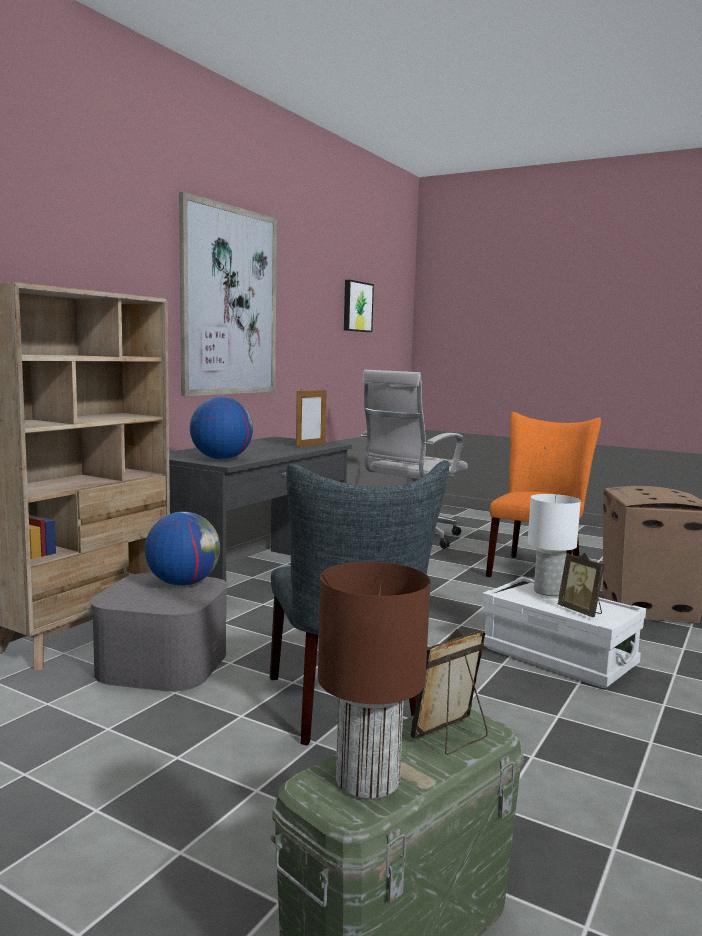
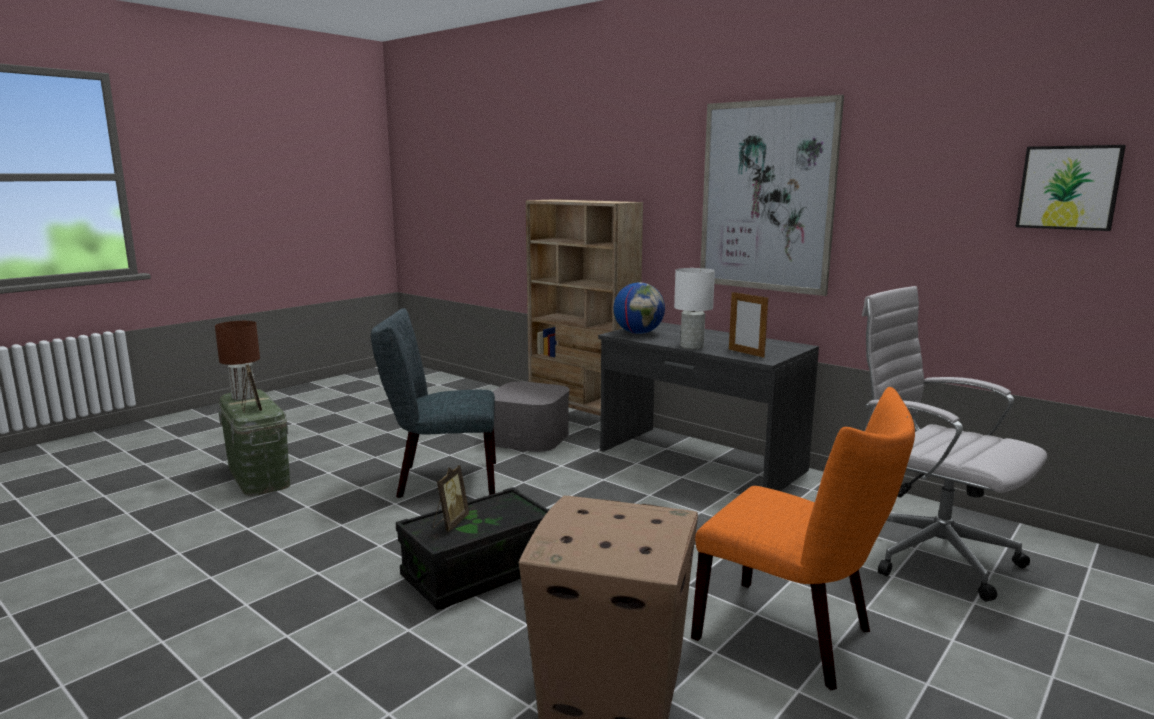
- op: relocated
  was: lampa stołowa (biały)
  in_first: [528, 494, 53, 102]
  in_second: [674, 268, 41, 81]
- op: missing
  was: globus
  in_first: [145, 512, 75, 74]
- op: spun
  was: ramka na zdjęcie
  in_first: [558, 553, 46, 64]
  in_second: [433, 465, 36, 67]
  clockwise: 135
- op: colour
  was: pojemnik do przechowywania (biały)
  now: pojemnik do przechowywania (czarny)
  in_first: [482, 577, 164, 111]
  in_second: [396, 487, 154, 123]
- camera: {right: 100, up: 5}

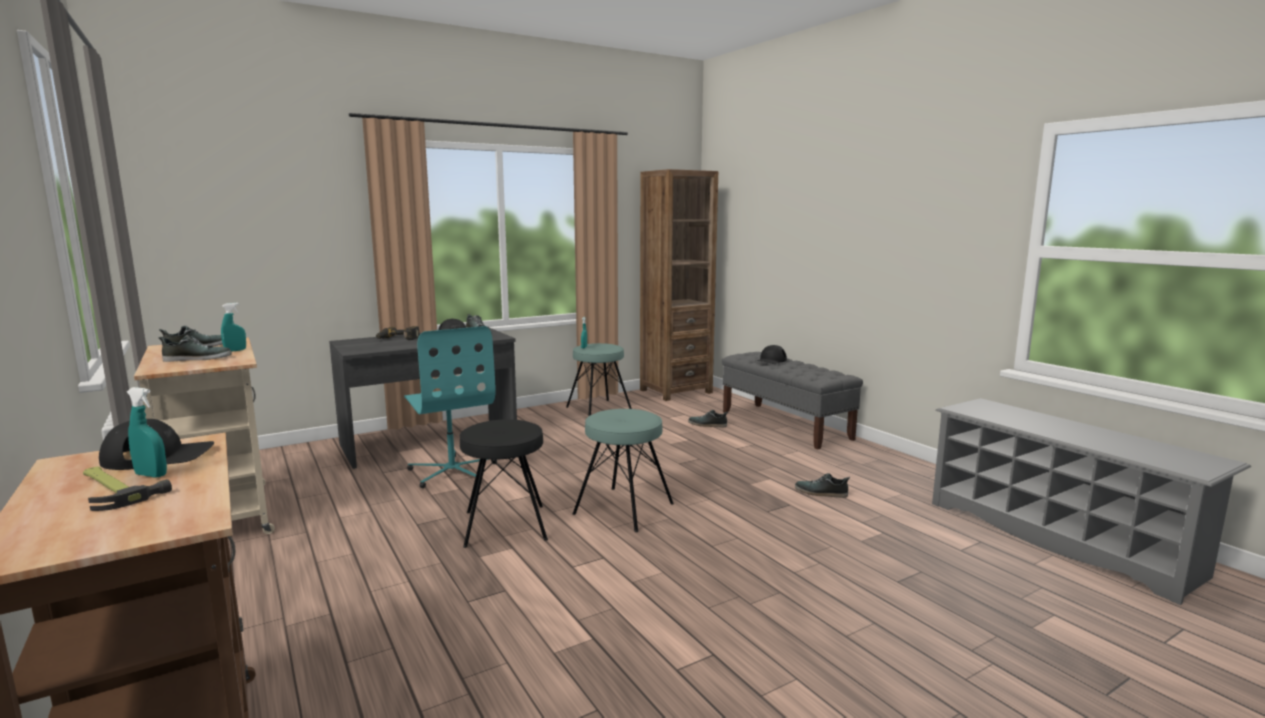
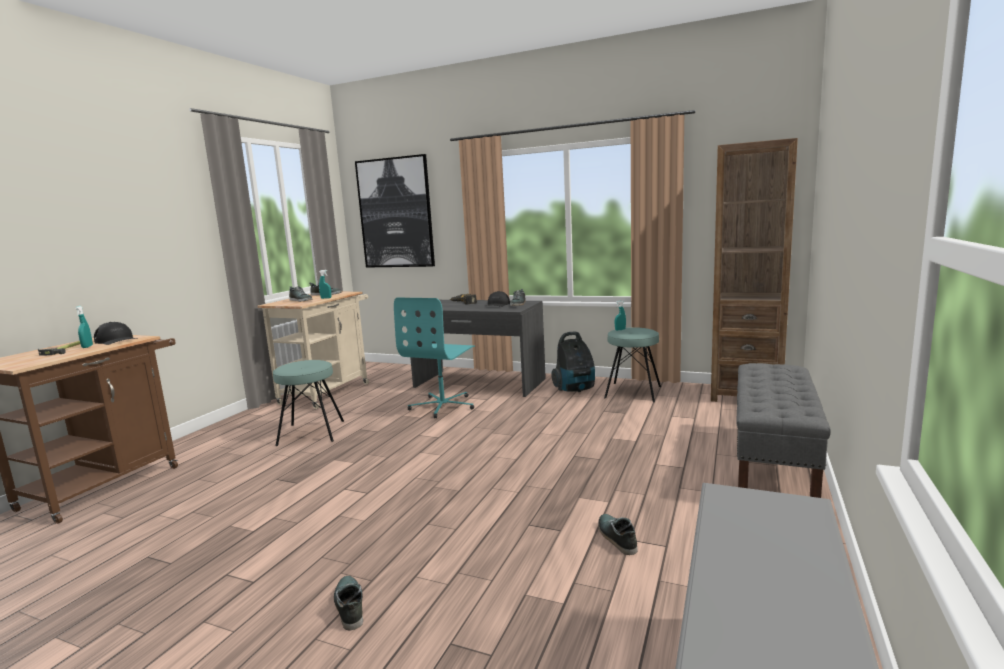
- op: missing
  was: czapka z daszkiem (czarny)
  in_first: [757, 345, 30, 19]
- op: relocated
  was: stołek (turkusowy)
  in_first: [573, 409, 101, 123]
  in_second: [273, 360, 71, 86]
- op: relocated
  was: but
  in_first: [688, 410, 40, 17]
  in_second: [334, 576, 29, 54]
- op: missing
  was: stołek (czarny)
  in_first: [460, 419, 88, 129]
- op: appeared
  now: obraz
  in_second: [355, 154, 80, 114]
- op: appeared
  now: odkurzacz
  in_second: [551, 332, 44, 60]
- camera: {right: 55, up: 0}

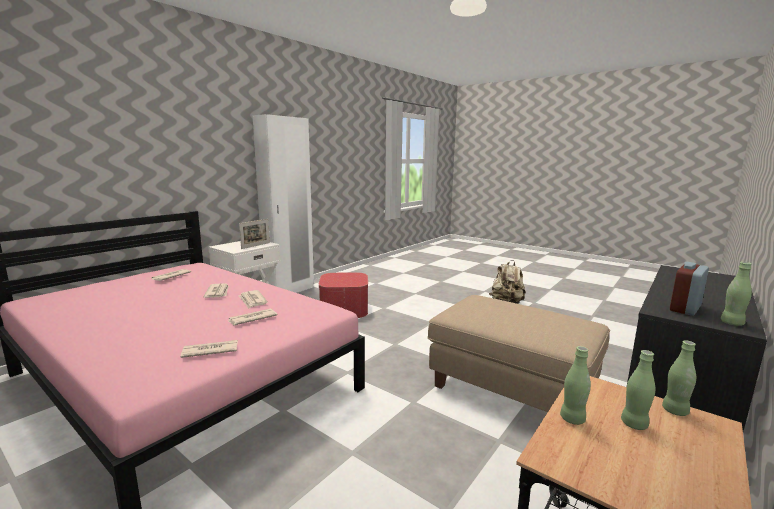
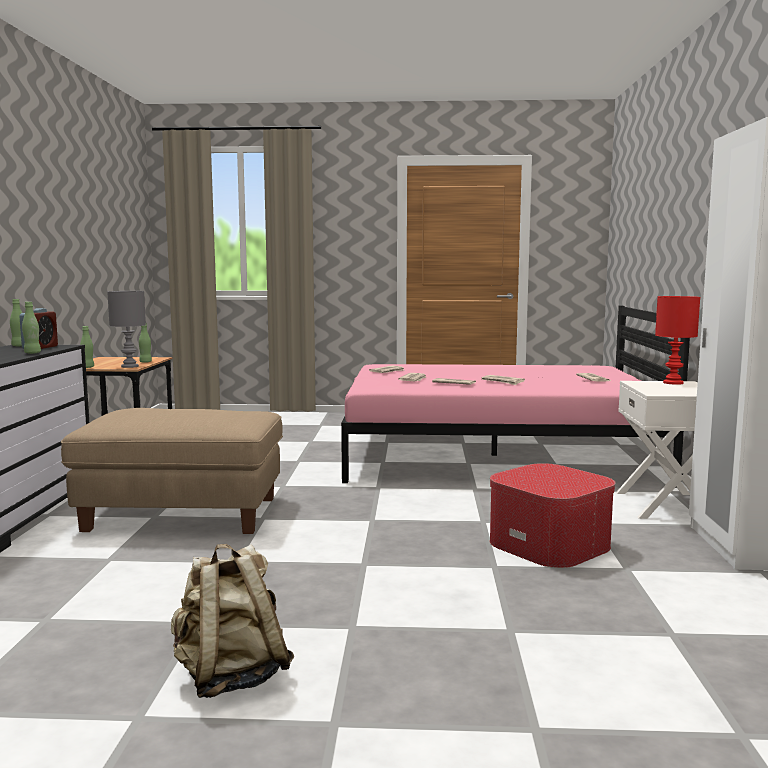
- op: missing
  was: ramka na zdjęcie
  in_first: [239, 219, 31, 30]
- op: relocated
  was: butelka (zielony)
  in_first: [621, 350, 34, 80]
  in_second: [22, 302, 19, 52]
- op: appeared
  now: lampa stołowa (szary)
  in_second: [107, 291, 39, 77]
- op: appeared
  now: lampa stołowa (czerwony)
  in_second: [655, 296, 45, 89]
- camera: {right: 145, up: -5}

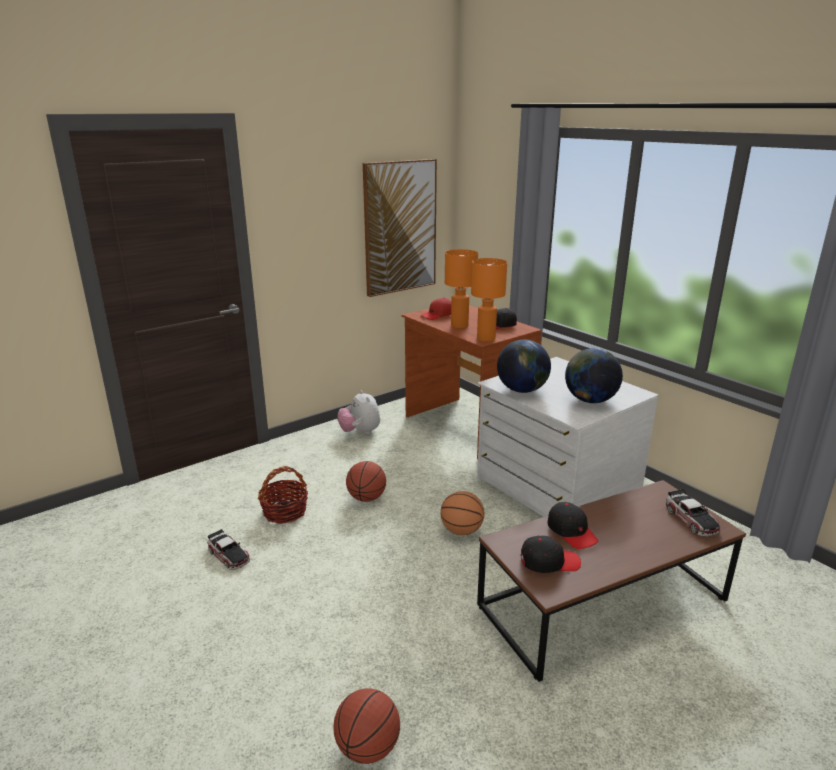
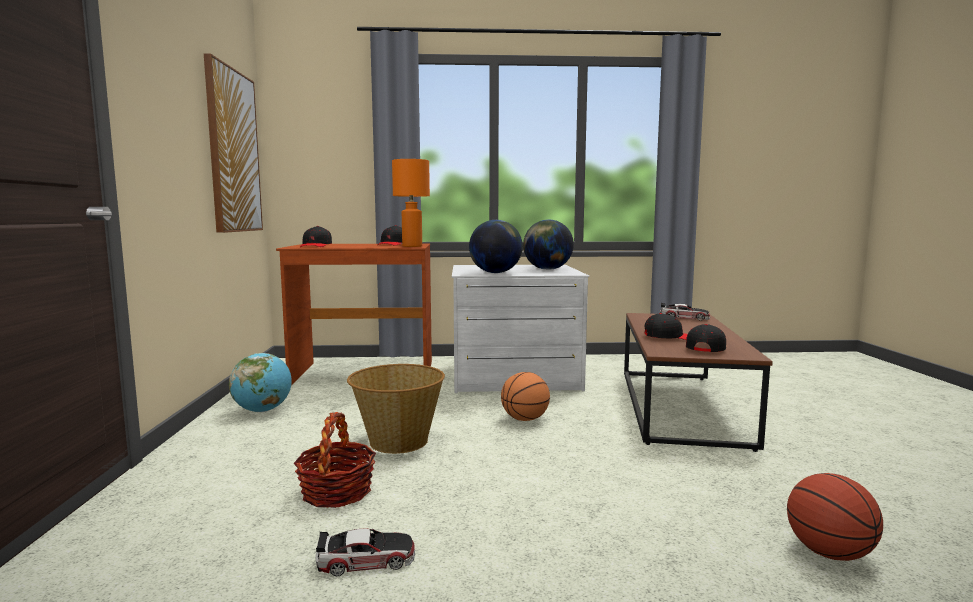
- op: missing
  was: lampa stołowa (pomarańczowy)
  in_first: [445, 249, 33, 79]
- op: colour
  was: czapka z daszkiem (czerwony)
  now: czapka z daszkiem (czarny)
  in_first: [420, 297, 31, 23]
  in_second: [300, 226, 32, 21]
- op: exchanged
  was: pluszak
  now: globus
  in_first: [337, 390, 43, 45]
  in_second: [229, 353, 63, 59]
- op: exchanged
  was: piłka do koszykówki
  now: koszyk
  in_first: [346, 461, 40, 41]
  in_second: [347, 364, 98, 90]
- camera: {right: -55, up: -15}

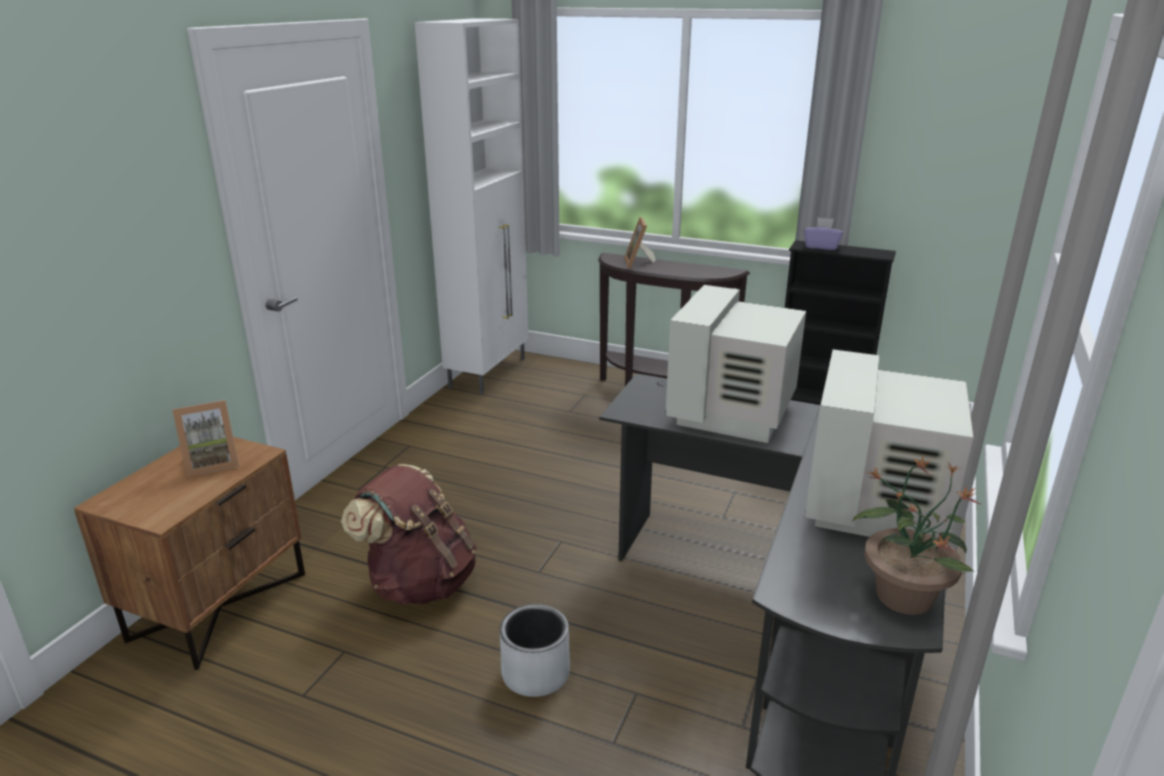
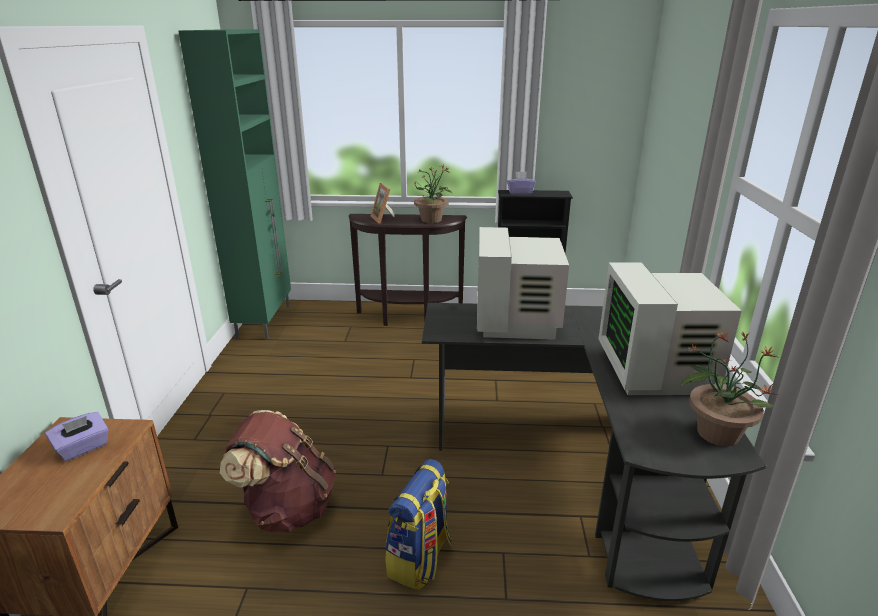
- op: colour
  was: szafka (biały)
  now: szafka (zielony)
  in_first: [415, 18, 113, 377]
  in_second: [178, 30, 113, 309]
- op: exchanged
  was: ramka na zdjęcie
  now: pudełko chusteczek (fioletowy)
  in_first: [172, 400, 67, 77]
  in_second: [45, 412, 64, 49]
- op: exchanged
  was: donica (szary)
  now: plecak
  in_first: [500, 604, 70, 93]
  in_second: [385, 459, 67, 131]
- op: appeared
  now: roślina doniczkowa
  in_second: [414, 165, 39, 58]
- camera: {right: -20, up: 0}

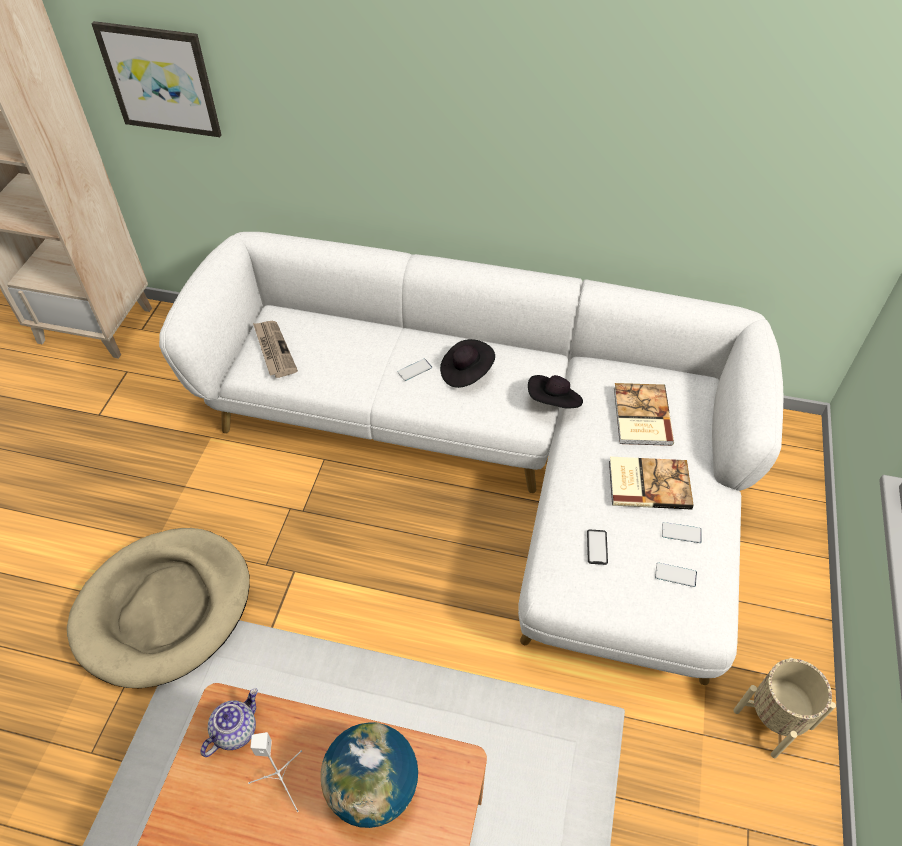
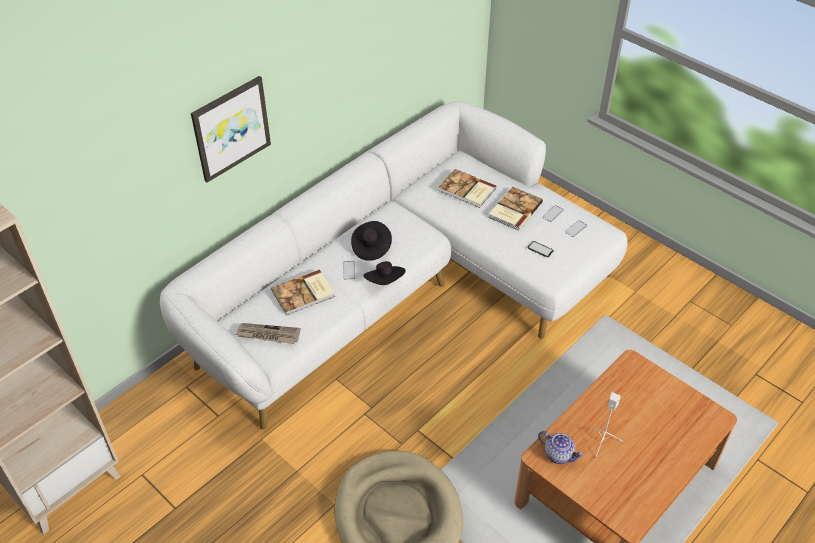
- op: relocated
  was: obraz
  in_first: [91, 21, 131, 116]
  in_second: [191, 76, 80, 107]
- op: relocated
  was: kapelusz (czarny)
  in_first: [528, 375, 55, 34]
  in_second: [363, 261, 43, 24]
- op: missing
  was: donica (beżowy)
  in_first: [733, 658, 103, 100]
- op: spun
  was: imbryk
  in_first: [200, 688, 58, 69]
  in_second: [538, 431, 46, 33]
  clockwise: 150
- op: missing
  was: globus
  in_first: [321, 722, 97, 106]
- op: appeared
  now: książka
  in_second: [271, 270, 64, 46]
- camera: {right: -60, up: -5}

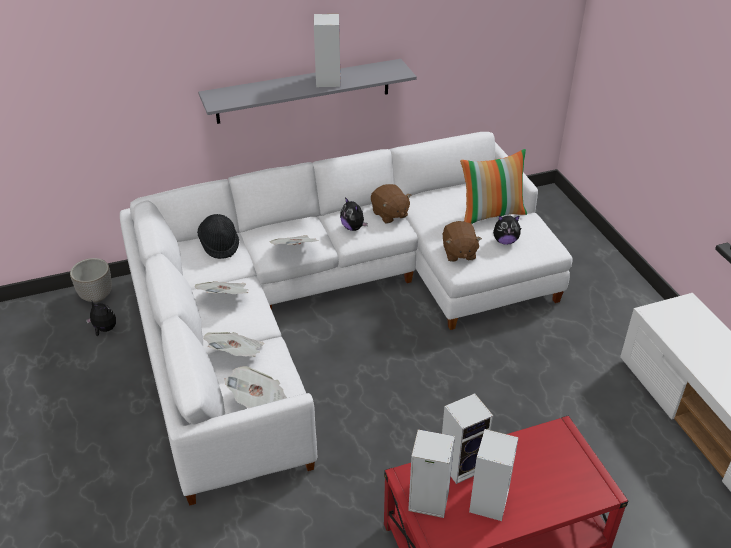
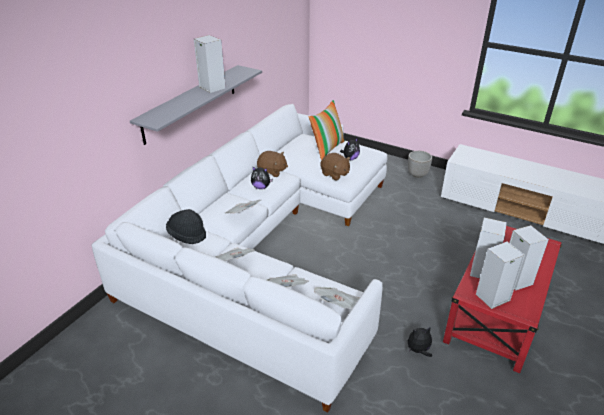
- op: relocated
  was: donica
  in_first: [70, 258, 42, 44]
  in_second: [408, 151, 24, 27]
- op: relocated
  was: pluszak
  in_first: [86, 301, 30, 35]
  in_second: [408, 326, 24, 31]
- camera: {right: -40, up: -5}

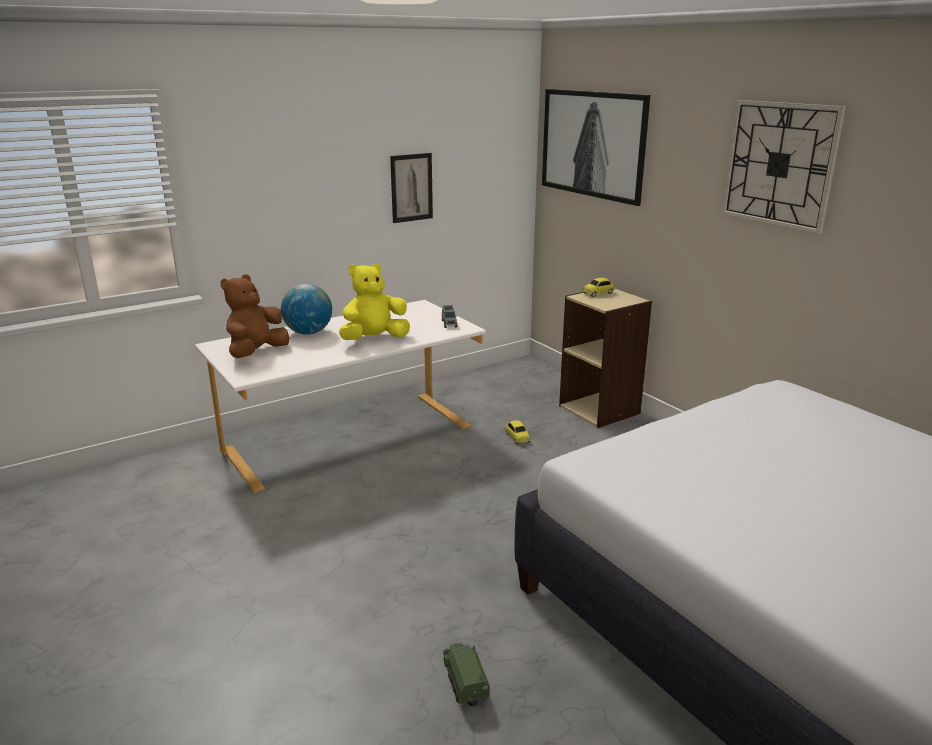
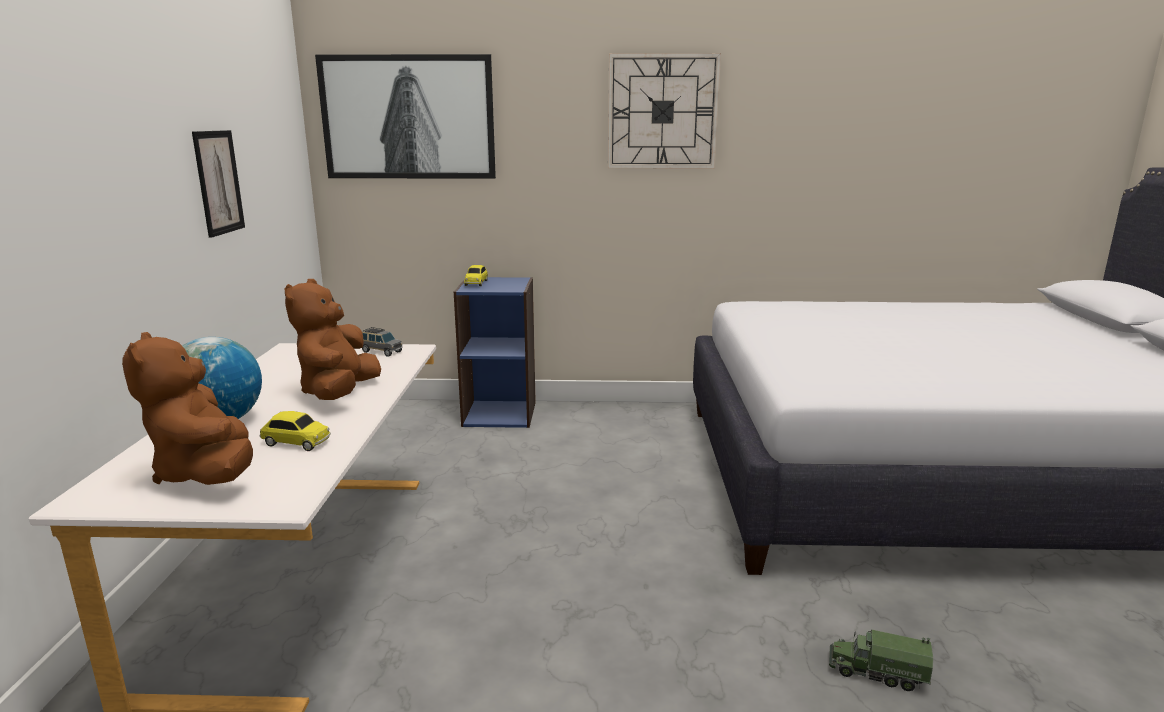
- op: colour
  was: pluszak (żółty)
  now: pluszak (brązowy)
  in_first: [339, 263, 71, 77]
  in_second: [285, 279, 96, 121]
- op: colour
  was: regał (beżowy)
  now: regał (niebieski)
  in_first: [559, 289, 93, 139]
  in_second: [454, 277, 82, 151]
- op: relocated
  was: samochodzik
  in_first: [505, 420, 26, 24]
  in_second: [259, 411, 72, 40]
- camera: {right: -55, up: -5}

